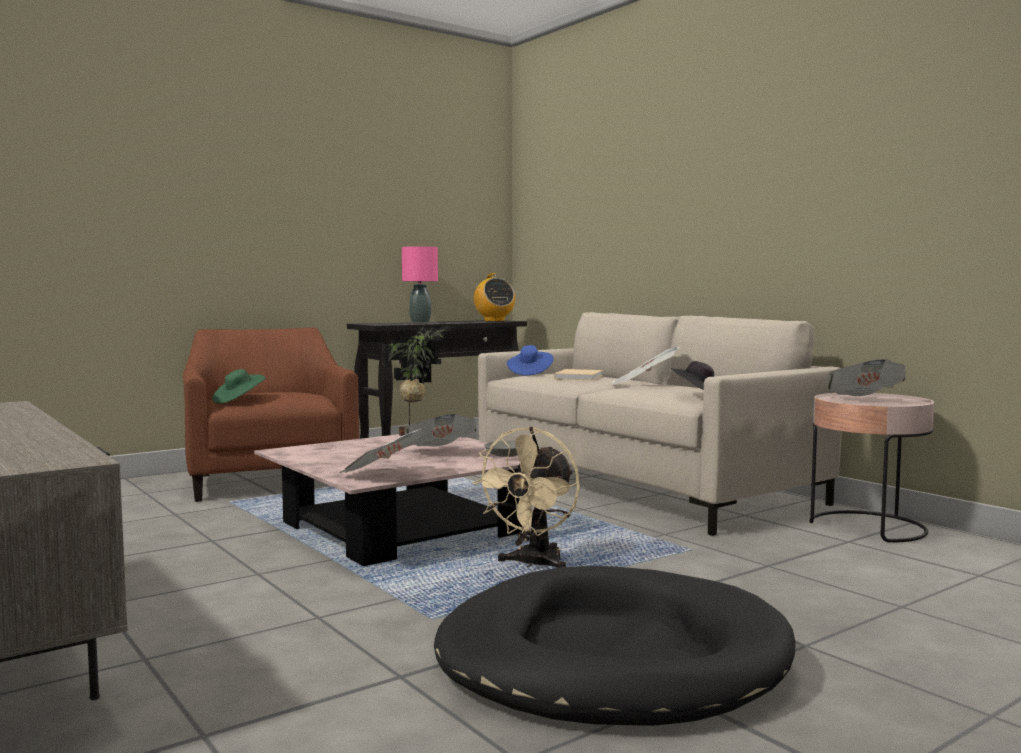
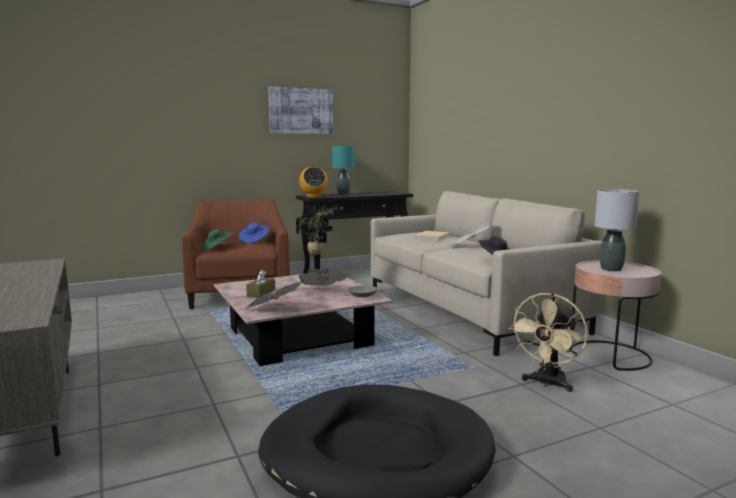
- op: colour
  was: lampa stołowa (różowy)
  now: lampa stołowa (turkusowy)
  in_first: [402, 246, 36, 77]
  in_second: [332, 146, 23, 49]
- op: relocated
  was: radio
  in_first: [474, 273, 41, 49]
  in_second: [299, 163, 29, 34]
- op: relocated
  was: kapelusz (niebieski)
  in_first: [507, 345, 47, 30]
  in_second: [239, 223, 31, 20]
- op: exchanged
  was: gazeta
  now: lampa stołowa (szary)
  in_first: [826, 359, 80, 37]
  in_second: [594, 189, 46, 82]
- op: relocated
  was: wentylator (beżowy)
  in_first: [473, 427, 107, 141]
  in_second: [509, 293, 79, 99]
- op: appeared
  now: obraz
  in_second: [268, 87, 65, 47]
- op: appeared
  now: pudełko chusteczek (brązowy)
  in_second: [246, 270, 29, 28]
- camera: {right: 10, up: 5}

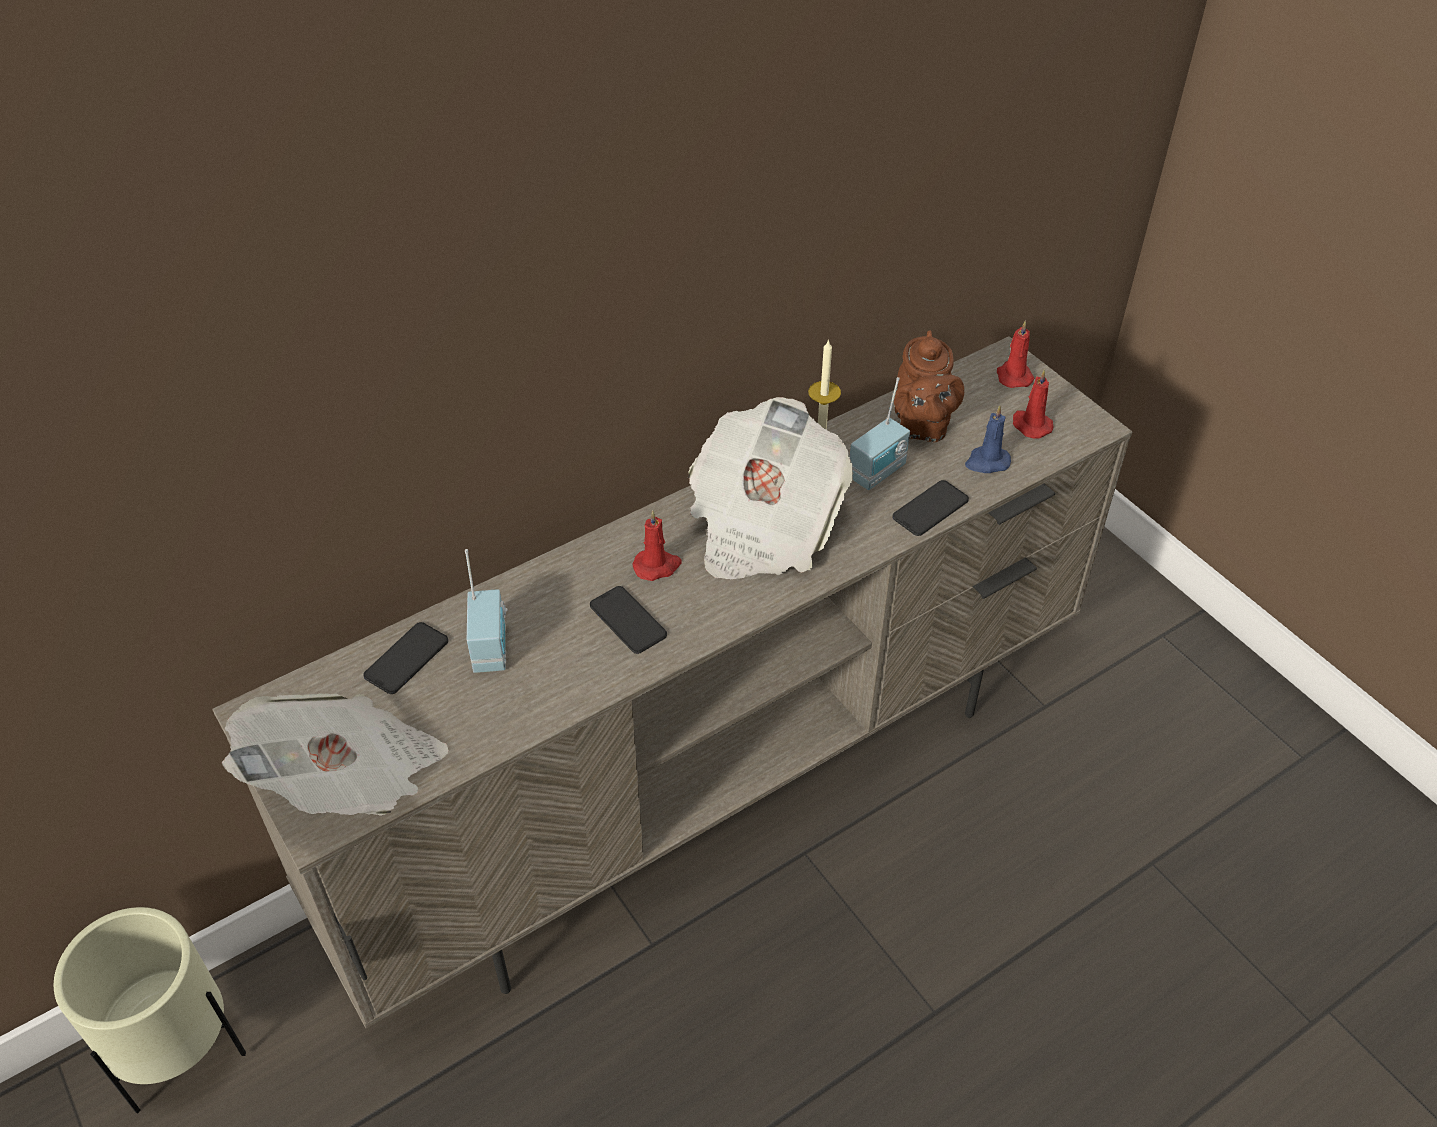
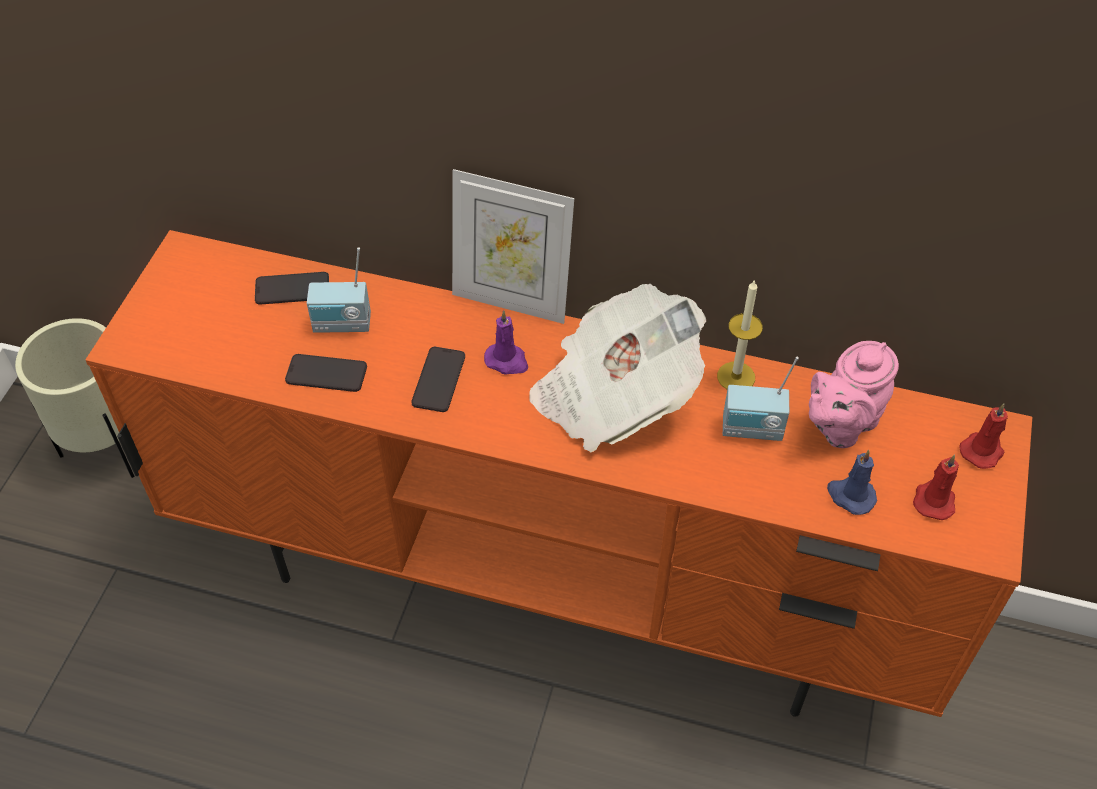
- op: colour
  was: imbryk (brązowy)
  now: imbryk (różowy)
  in_first: [894, 331, 70, 111]
  in_second: [809, 341, 90, 107]
- op: colour
  was: szafka pod telewizor (beżowy)
  now: szafka pod telewizor (pomarańczowy)
  in_first: [212, 336, 920, 692]
  in_second: [85, 230, 947, 487]
- op: relocated
  was: telefon
  in_first: [892, 480, 77, 56]
  in_second: [285, 354, 82, 38]
- op: colour
  was: świeca (czerwony)
  now: świeca (fioletowy)
  in_first: [633, 510, 48, 71]
  in_second: [484, 310, 44, 64]
- op: spun
  was: radio
  in_first: [465, 549, 43, 124]
  in_second: [307, 247, 64, 86]
  clockwise: 45
- op: missing
  was: gazeta
  in_first: [222, 693, 227, 123]
- op: appeared
  now: ramka na zdjęcie
  in_second: [452, 169, 122, 155]
- camera: {right: 50, up: 5}

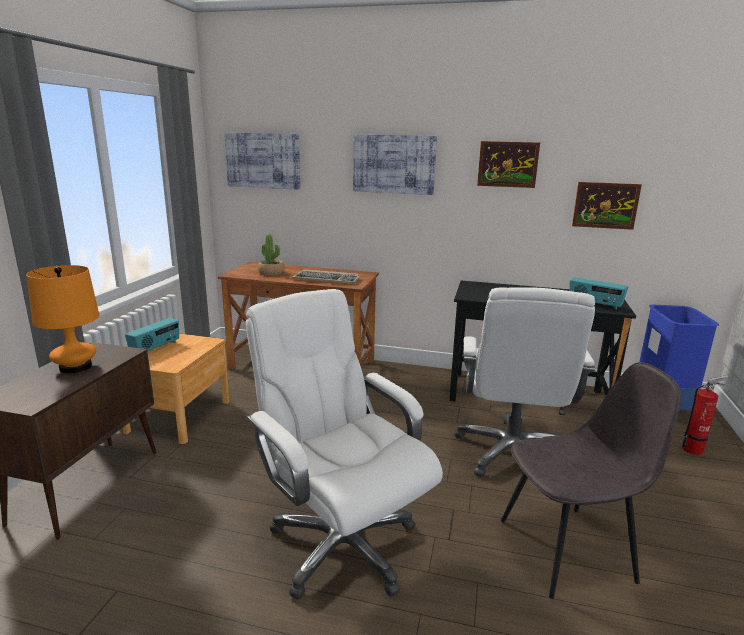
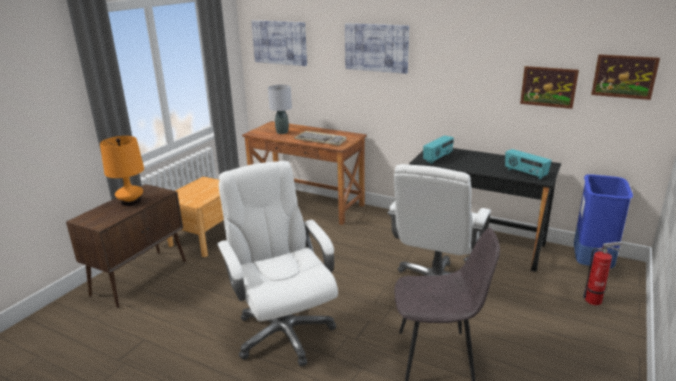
- op: relocated
  was: obraz
  in_first: [477, 141, 63, 47]
  in_second: [591, 54, 69, 46]
- op: exchanged
  was: roślina doniczkowa
  now: lampa stołowa (szary)
  in_first: [258, 234, 26, 42]
  in_second: [268, 85, 24, 49]
- op: relocated
  was: radio
  in_first: [125, 318, 54, 34]
  in_second: [423, 135, 31, 28]
- camera: {right: 15, up: 5}

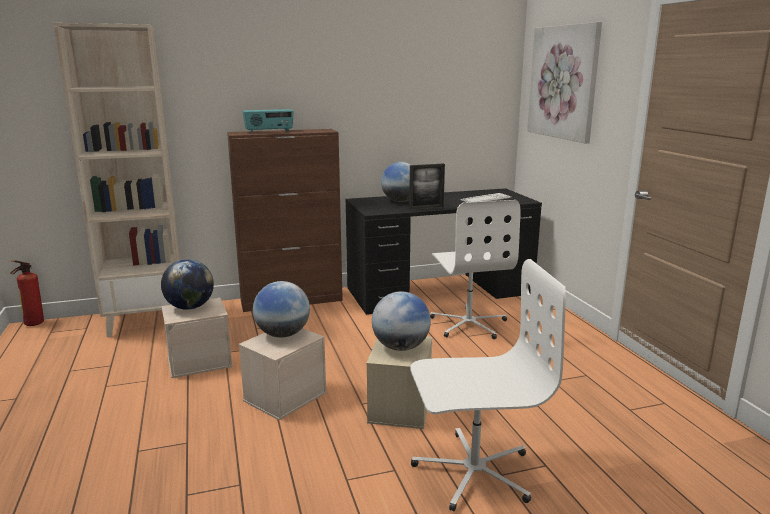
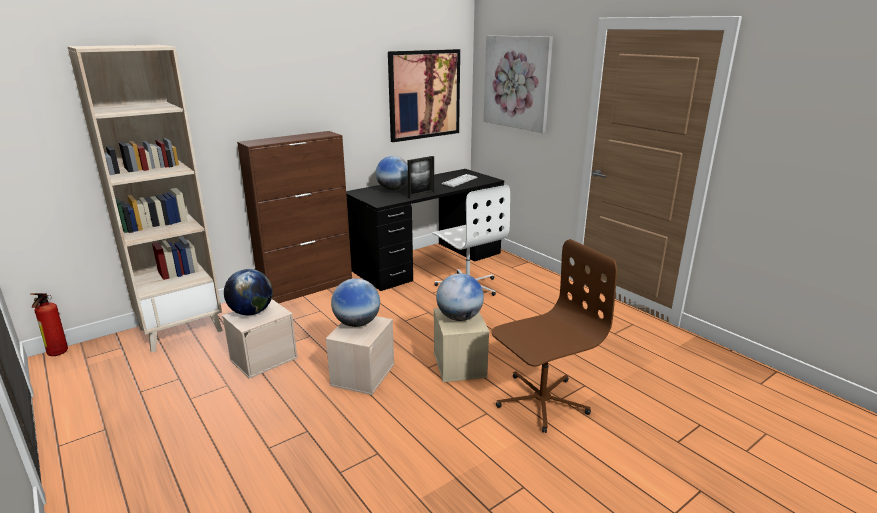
- op: missing
  was: radio
  in_first: [242, 109, 52, 24]
- op: colour
  was: krzesło biurowe (biały)
  now: krzesło biurowe (brązowy)
  in_first: [410, 259, 156, 252]
  in_second: [491, 239, 126, 194]
- op: appeared
  now: obraz
  in_second: [388, 49, 72, 93]
- camera: {right: -20, up: 5}

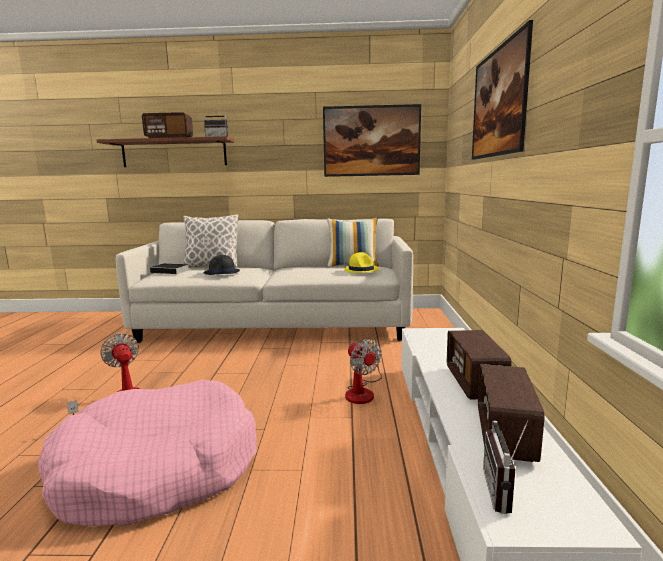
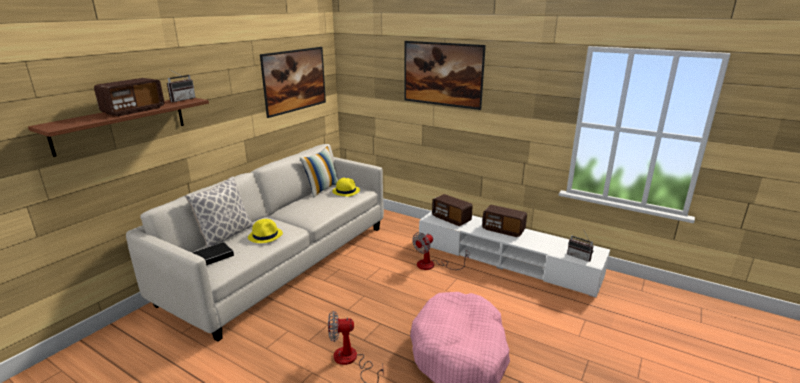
- op: colour
  was: kapelusz (czarny)
  now: kapelusz (żółty)
  in_first: [204, 255, 36, 20]
  in_second: [248, 219, 35, 24]
- op: spun
  was: wentylator
  in_first: [345, 339, 37, 65]
  in_second: [412, 232, 57, 38]
  clockwise: 135
- op: relocated
  was: radio
  in_first: [478, 364, 66, 98]
  in_second: [432, 194, 41, 32]
- camera: {right: -60, up: 10}

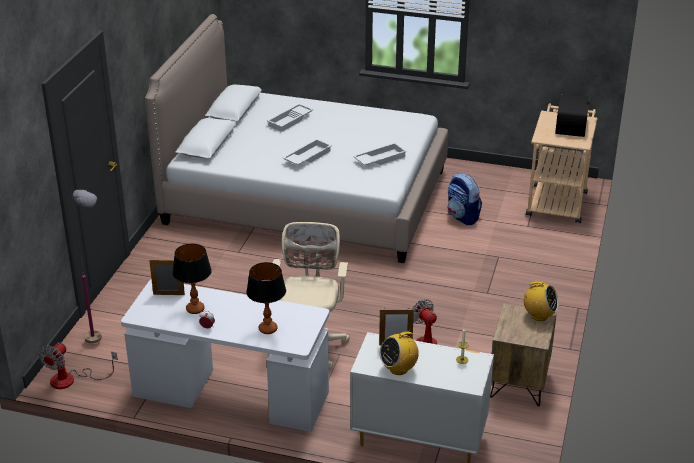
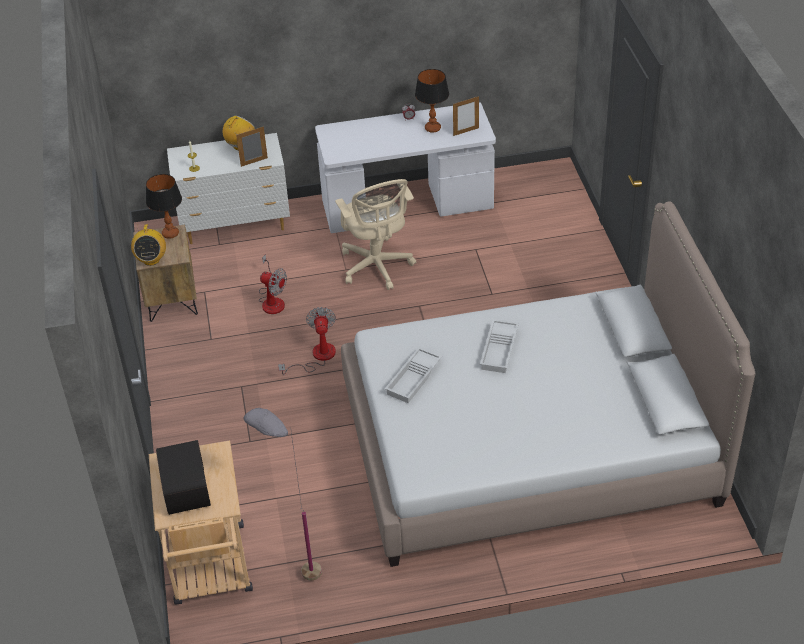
- op: missing
  was: taca (biały)
  in_first: [267, 104, 47, 28]
- op: missing
  was: plecak
  in_first: [448, 174, 34, 51]
- op: relocated
  was: lampa stojąca (szary)
  in_first: [71, 190, 31, 154]
  in_second: [243, 408, 79, 172]
- op: relocated
  was: lampa stołowa
  in_first: [246, 262, 40, 72]
  in_second: [146, 174, 36, 65]
- op: spun
  was: radio
  in_first: [524, 281, 35, 40]
  in_second: [131, 224, 35, 42]
  clockwise: -90
- op: relocated
  was: wentylator
  in_first: [39, 343, 79, 46]
  in_second: [278, 307, 58, 68]
- camera: {right: 155, up: 10}

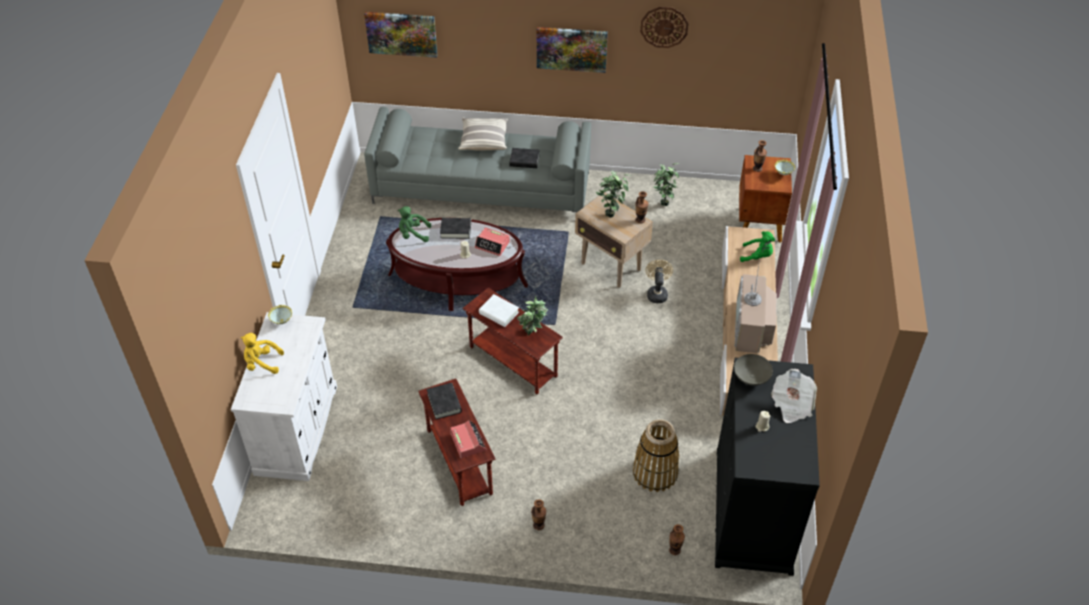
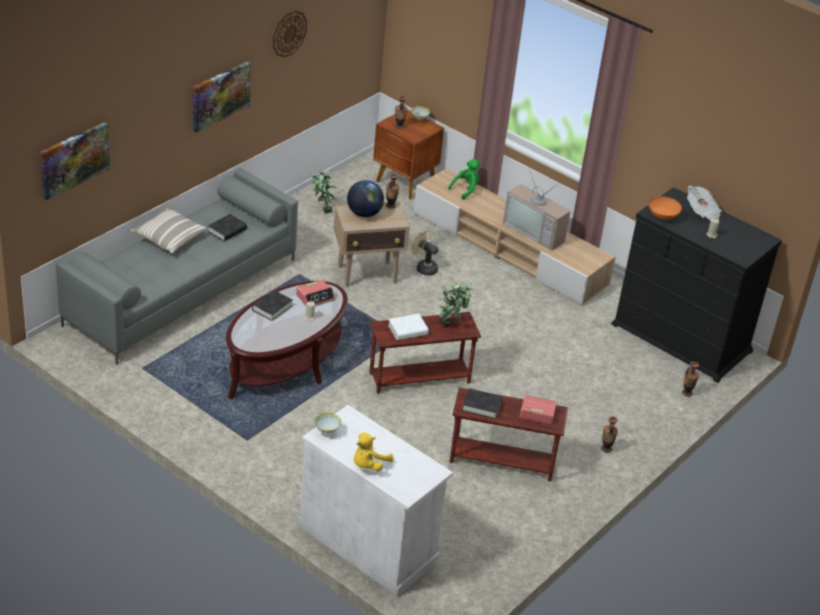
- op: exchanged
  was: roślina doniczkowa
  now: globus
  in_first: [596, 170, 35, 48]
  in_second: [347, 180, 37, 37]
- op: missing
  was: pluszak (zielony)
  in_first: [398, 206, 33, 36]
- op: colour
  was: miska (szary)
  now: miska (pomarańczowy)
  in_first: [734, 354, 39, 32]
  in_second: [648, 196, 34, 23]
- op: missing
  was: koszyk
  in_first: [633, 419, 46, 73]
- camera: {right: -60, up: -10}

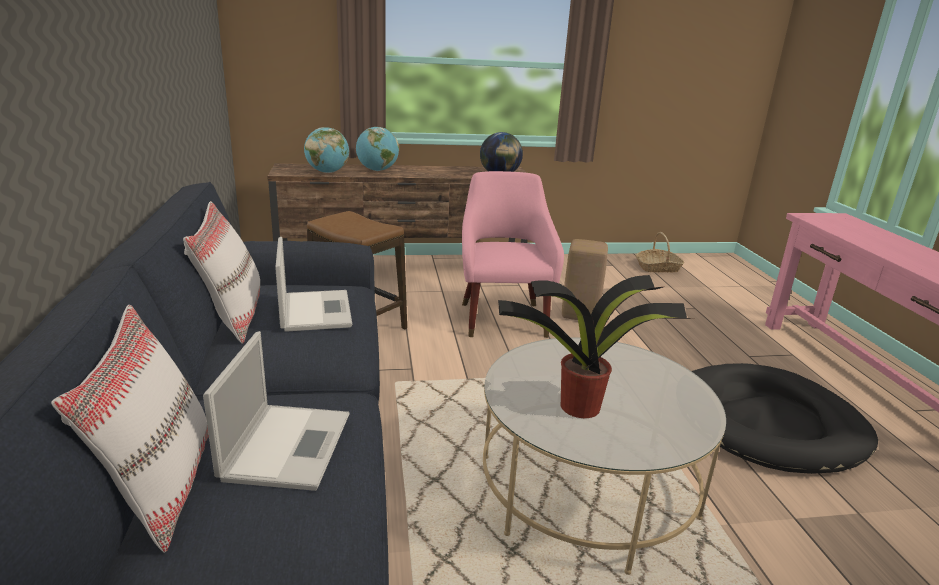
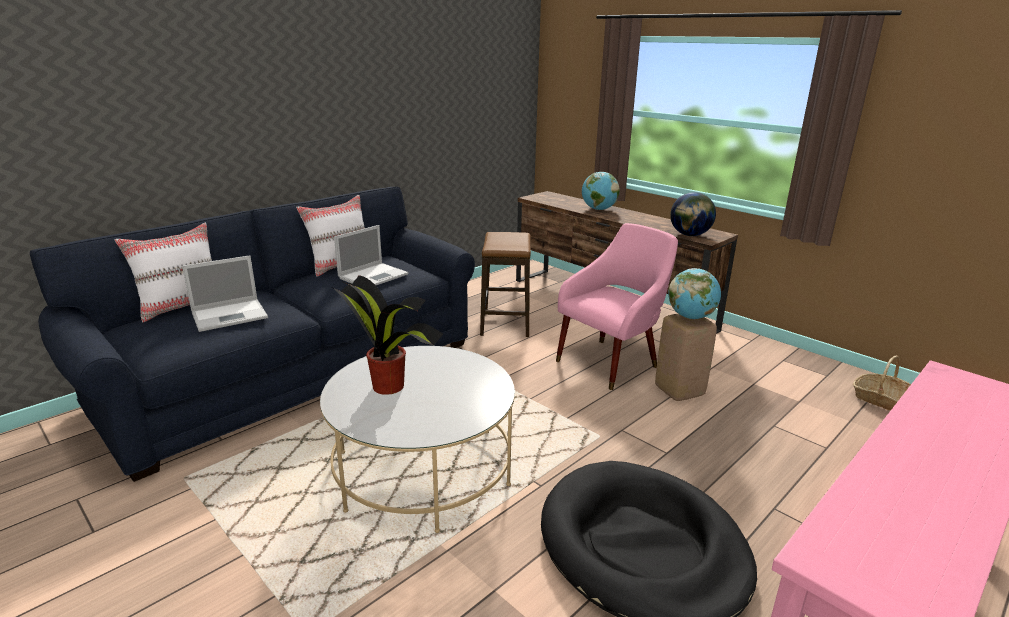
- op: relocated
  was: globus
  in_first: [304, 127, 45, 46]
  in_second: [668, 268, 53, 51]
- camera: {right: 55, up: 0}

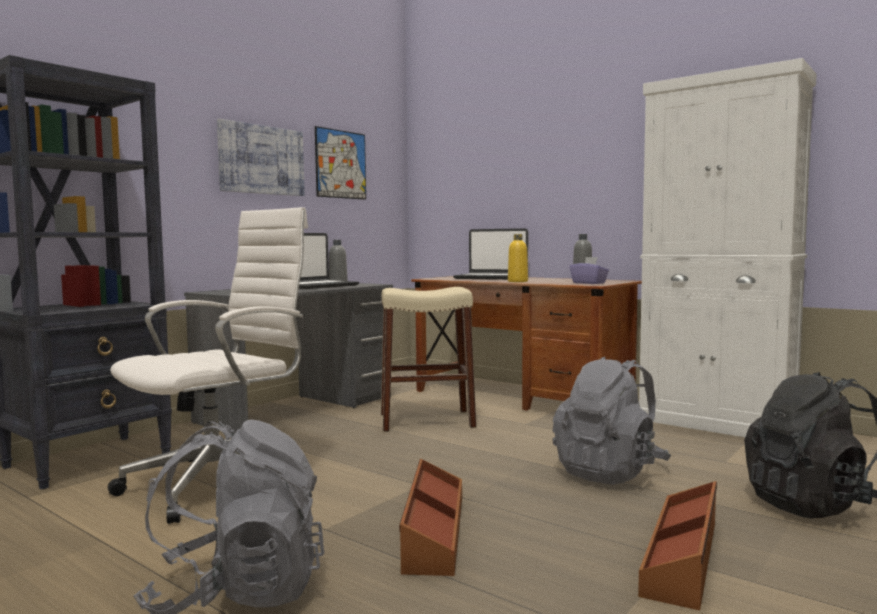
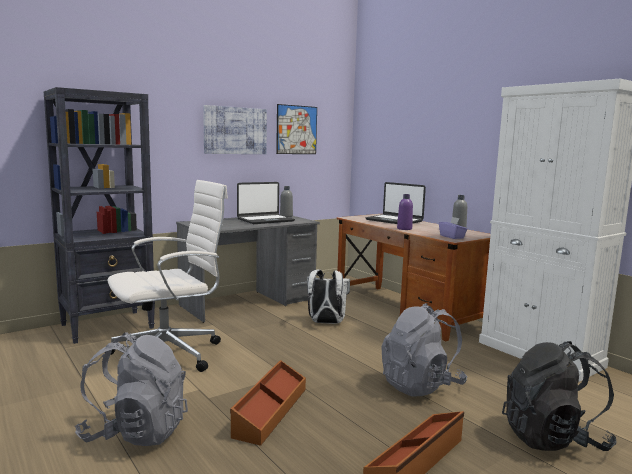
- op: colour
  was: butelka (żółty)
  now: butelka (fioletowy)
  in_first: [508, 234, 20, 48]
  in_second: [397, 194, 16, 36]
- op: exchanged
  was: stołek (beżowy)
  now: plecak (biały)
  in_first: [381, 287, 95, 145]
  in_second: [307, 269, 43, 55]
- camera: {right: 15, up: 5}

